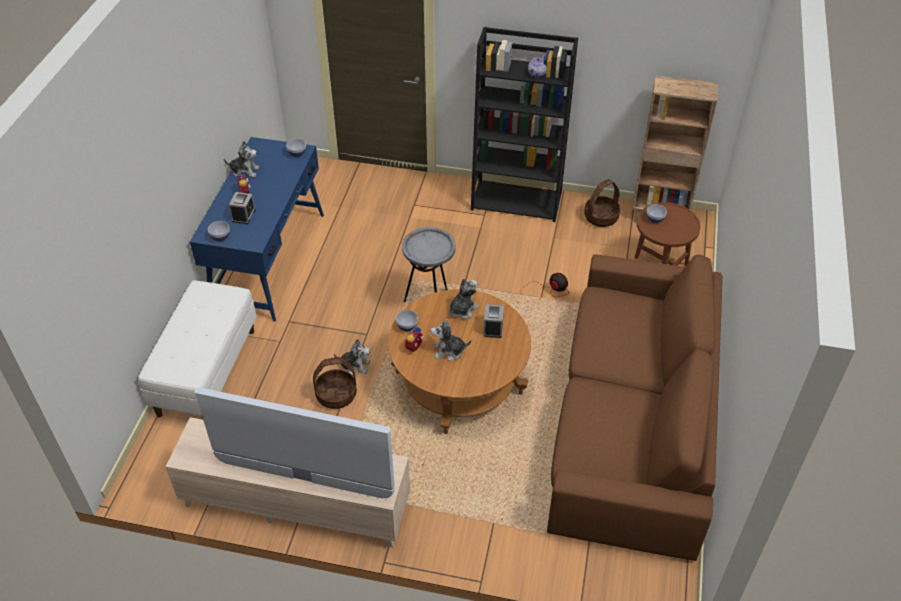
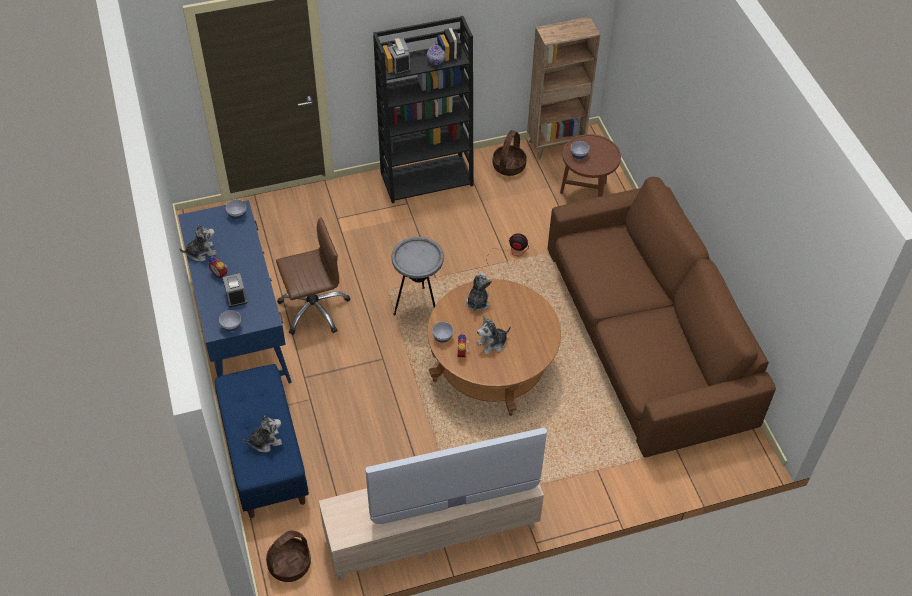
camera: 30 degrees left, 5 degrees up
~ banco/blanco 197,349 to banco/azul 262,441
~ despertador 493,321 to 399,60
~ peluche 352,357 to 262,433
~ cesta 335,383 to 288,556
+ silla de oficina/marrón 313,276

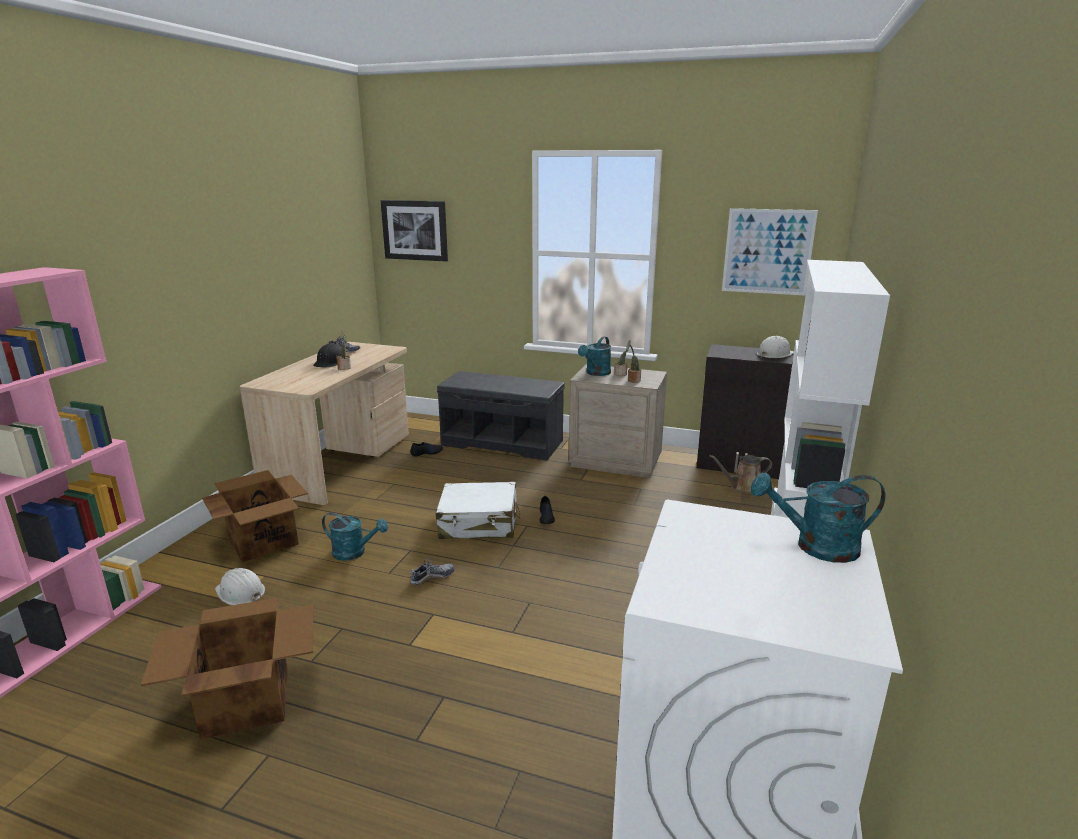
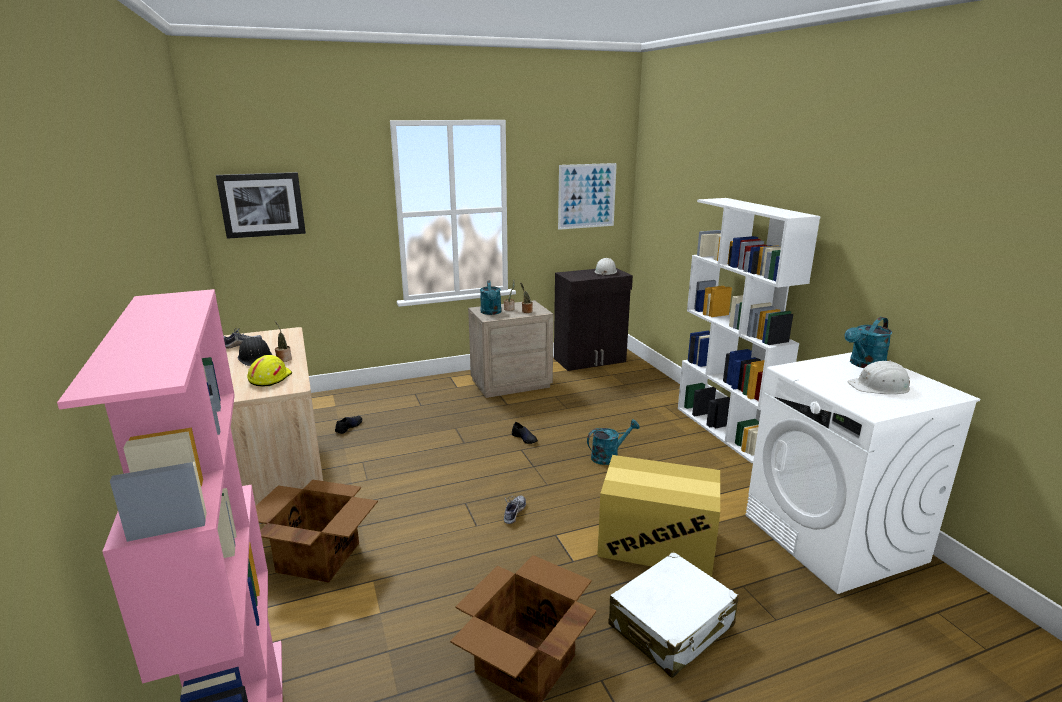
camera: 40 degrees left, 0 degrees up
- banco/gris 501,415
- regadera/marrón 740,474
~ maleta/blanco 478,510 to 673,615
~ regadera/turquesa 355,536 to 613,442
~ casco/blanco 240,586 to 879,377
+ casco/amarillo 269,370
+ caja de cartón 658,516

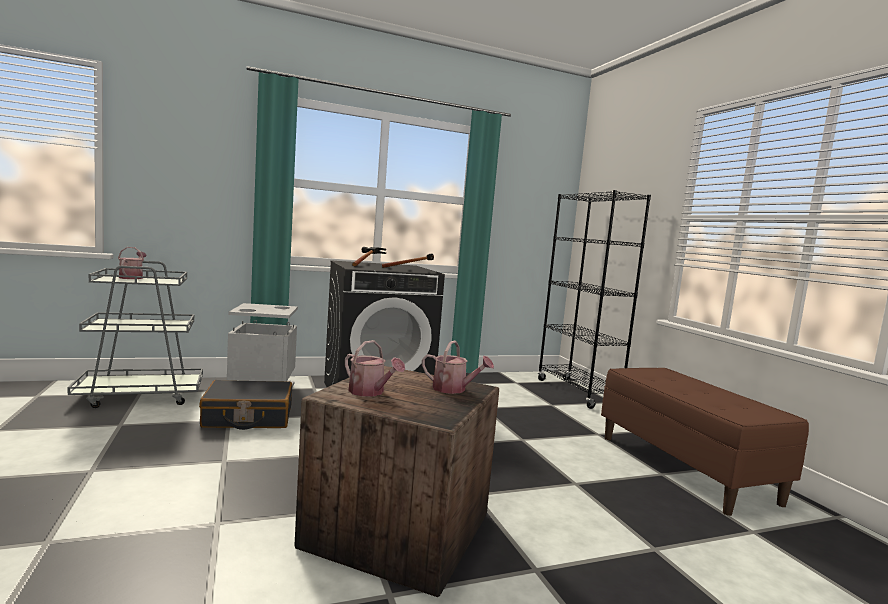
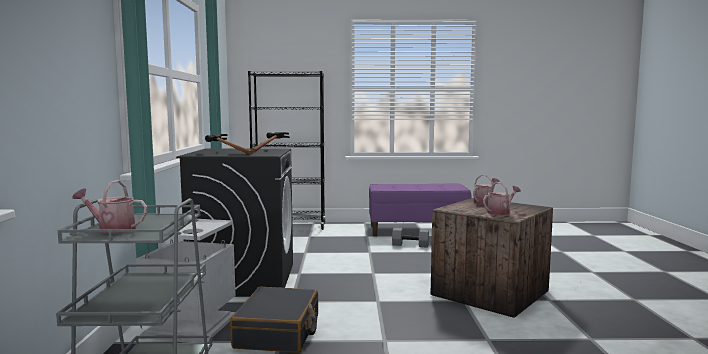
camera: 70 degrees left, 0 degrees up
~ banco/marrón 705,442 to banco/morado 420,210
+ mancuerna/gris 410,238

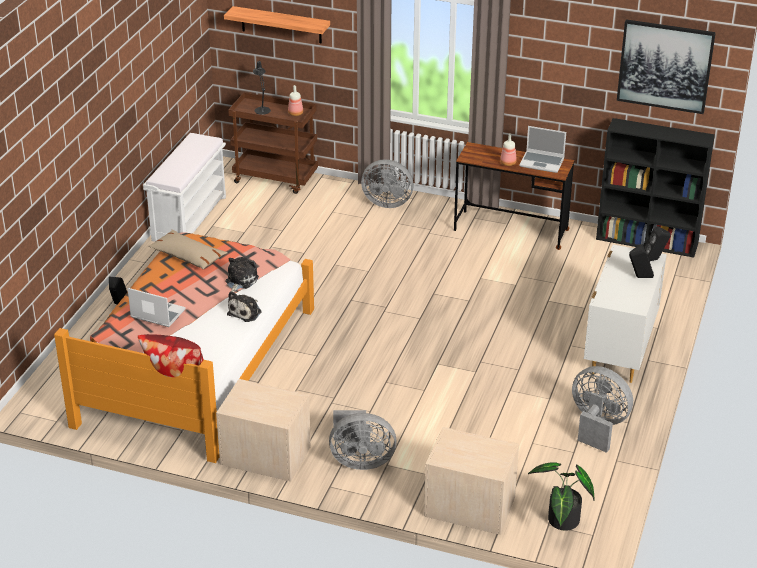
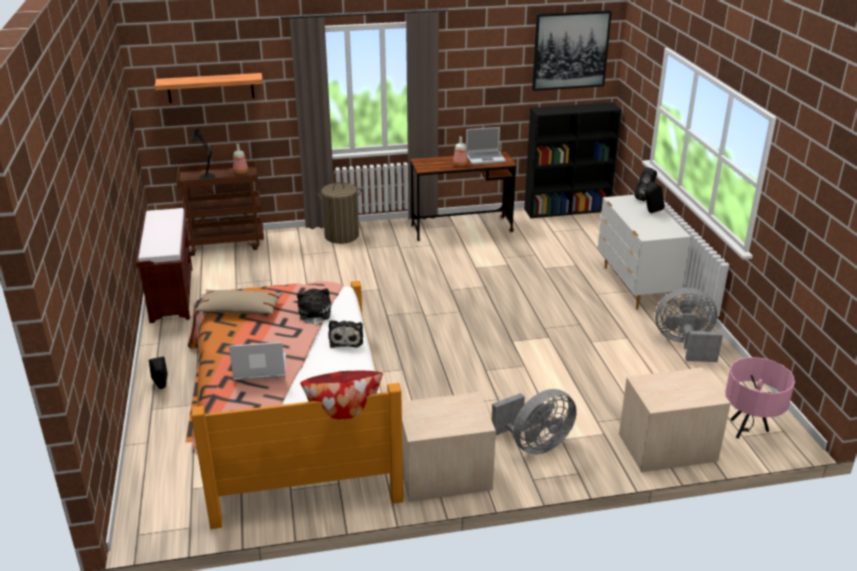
camera: 30 degrees left, 5 degrees down
~ banco/blanco 184,187 to banco/marrón 164,265
~ ventilador/gris 387,183 to cesto de la ropa 339,213
~ planta en maceta 561,496 to lámpara de mesa/rosa 760,398

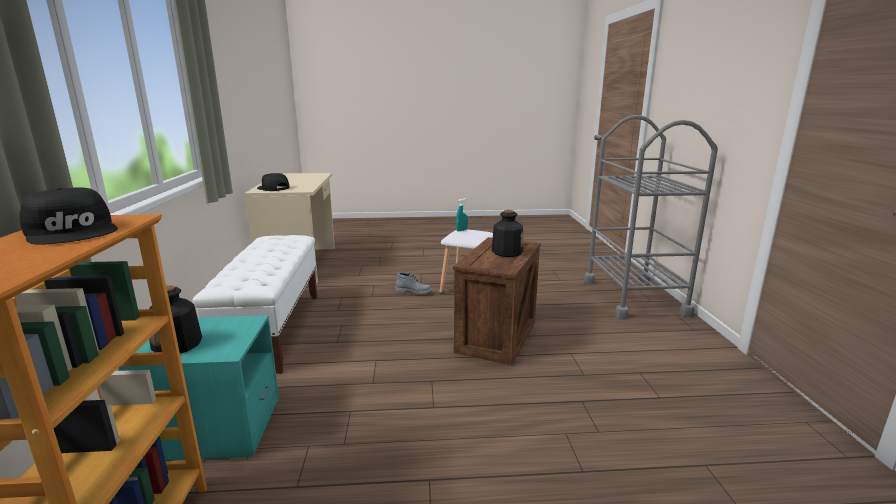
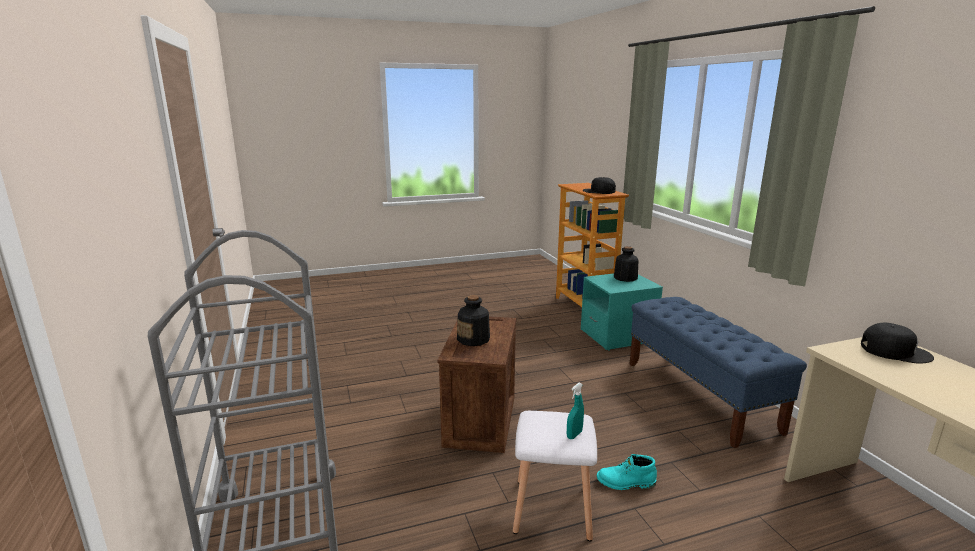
camera: 165 degrees right, 0 degrees up
~ banco/blanco 254,304 to banco/azul 718,372
~ bota/gris 414,283 to bota/turquesa 627,472

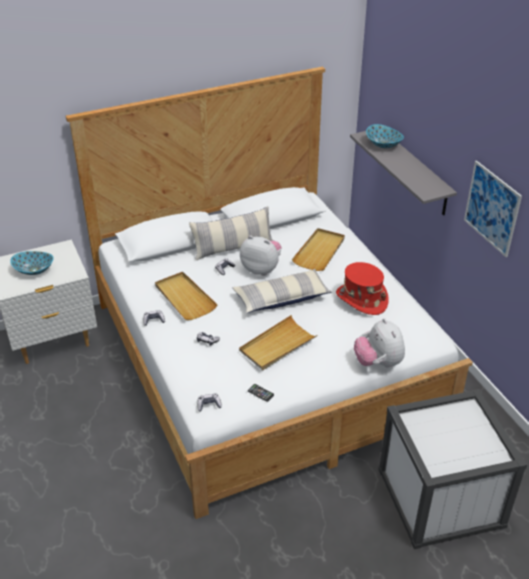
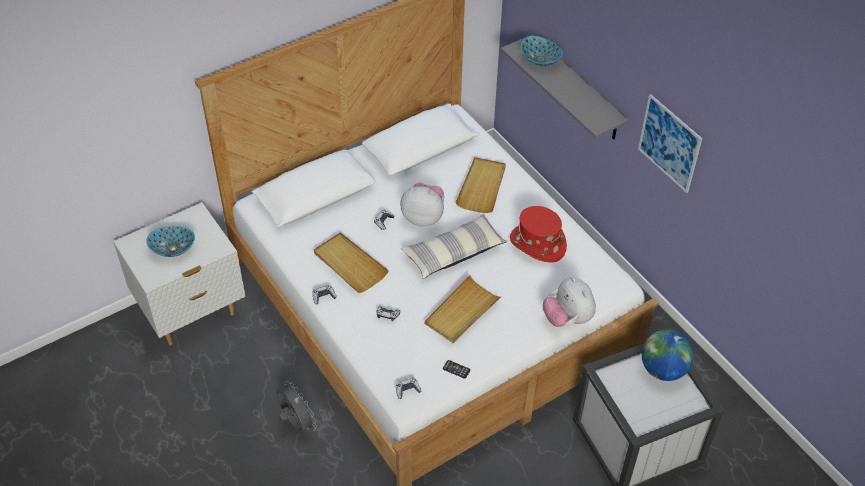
camera: 10 degrees left, 10 degrees up
- cojín 231,233
+ globo terráqueo 668,355
+ ventilador/gris 296,407

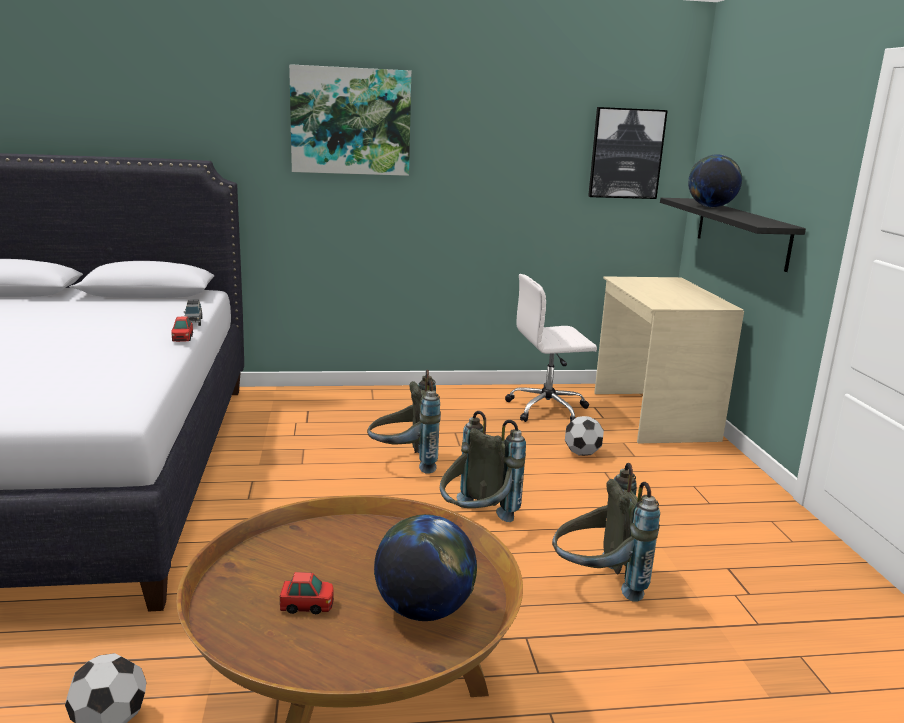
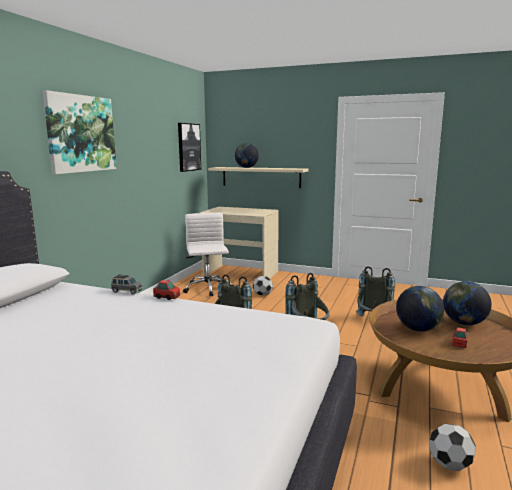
camera: 60 degrees left, 5 degrees down
~ estante/negro 733,235 to estante/beis 258,177
~ silla de oficina/blanco 551,348 = 208,254 150 degrees clockwise
+ globo terráqueo 420,308

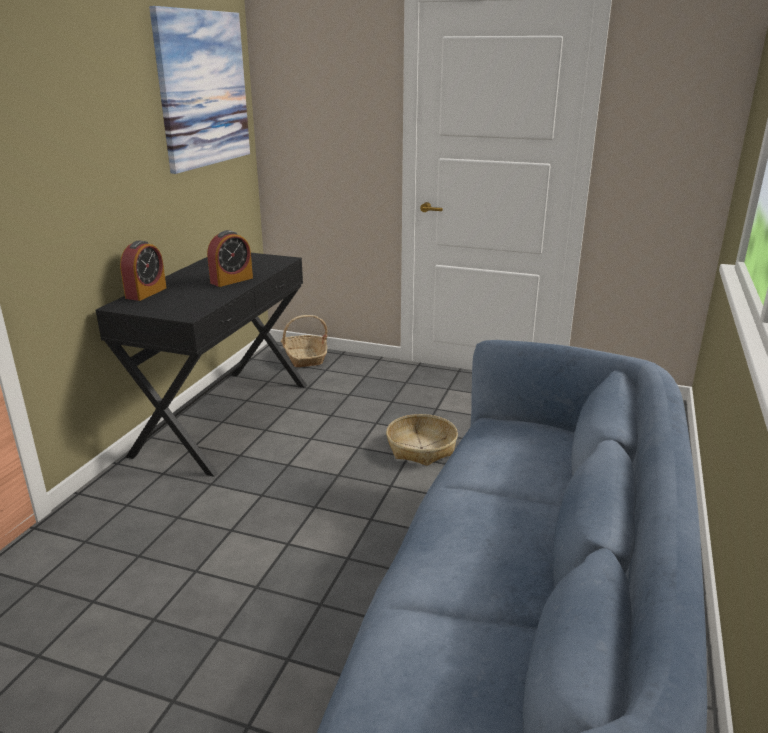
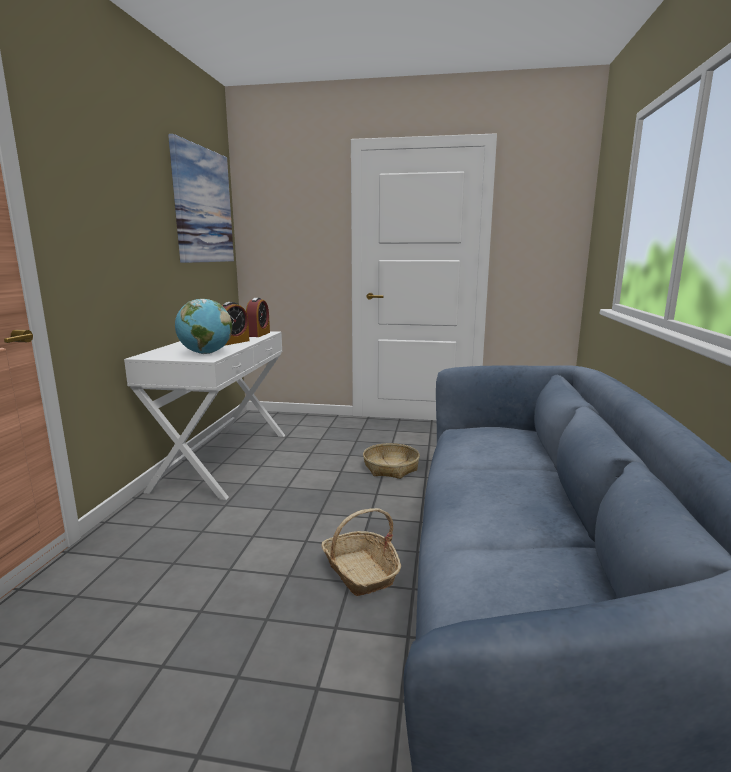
camera: 10 degrees left, 10 degrees down
~ despertador 143,270 to 258,317
~ mesa consola/negro 201,365 to mesa consola/blanco 204,415
~ cesta 304,341 to 361,552
+ globo terráqueo 203,326

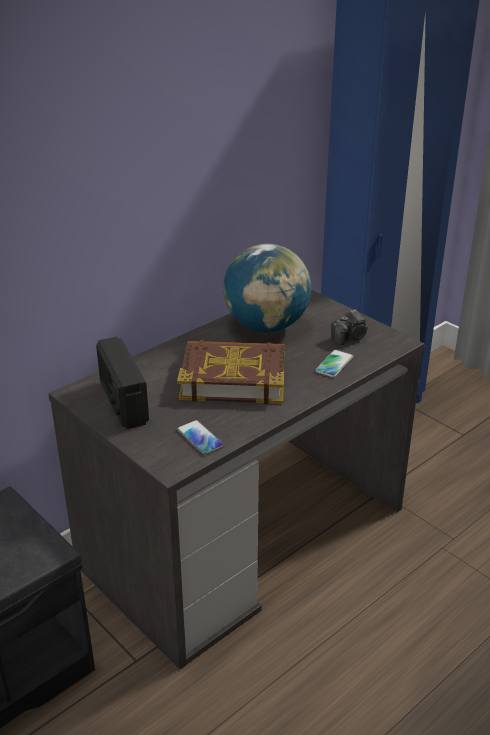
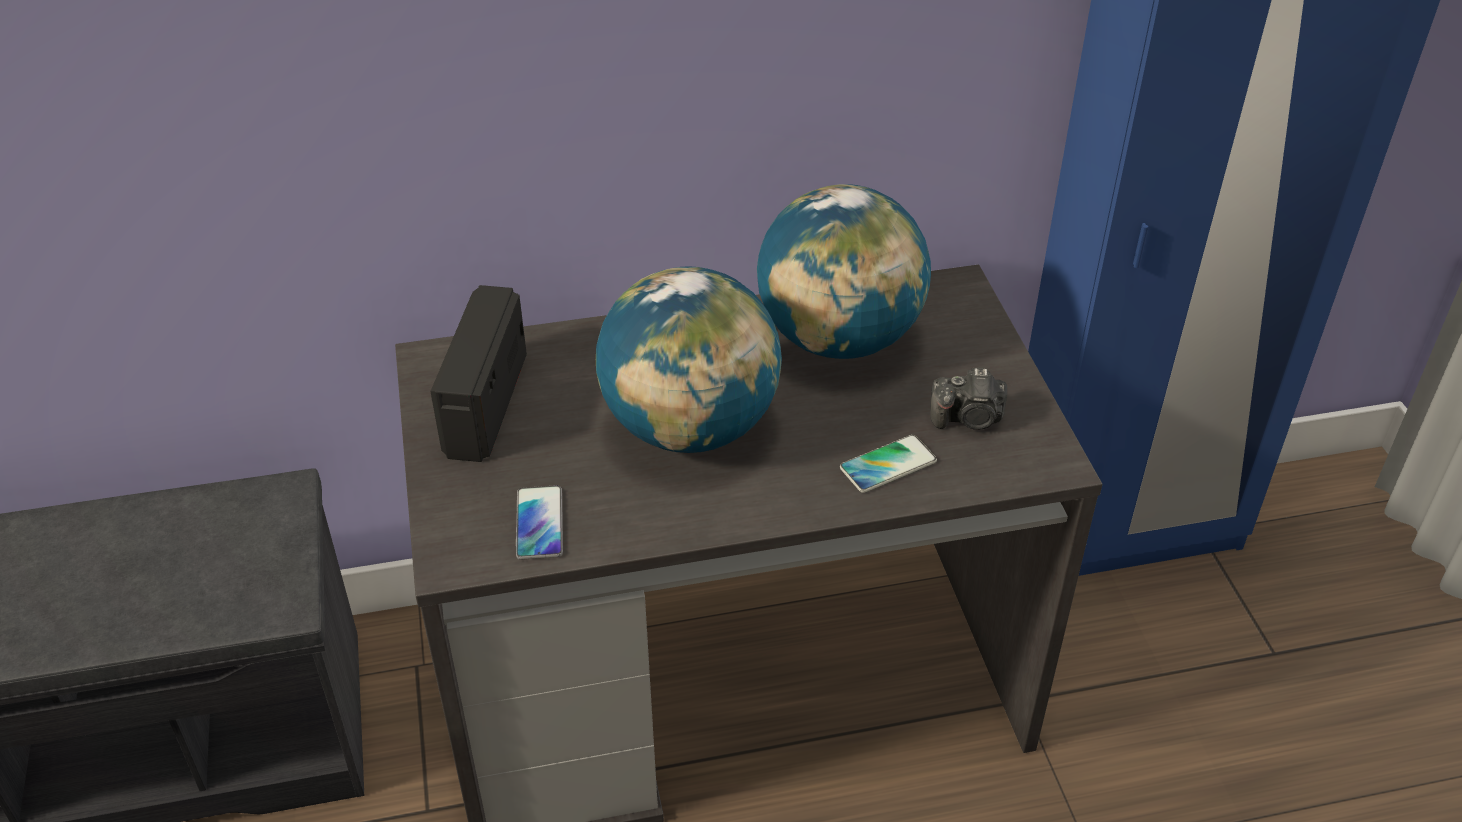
camera: 30 degrees right, 10 degrees up
~ libro 231,372 to globo terráqueo 689,359

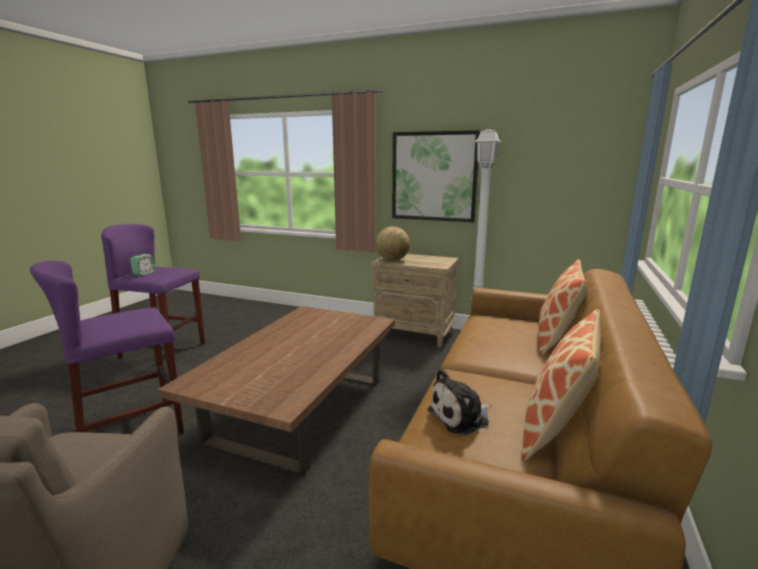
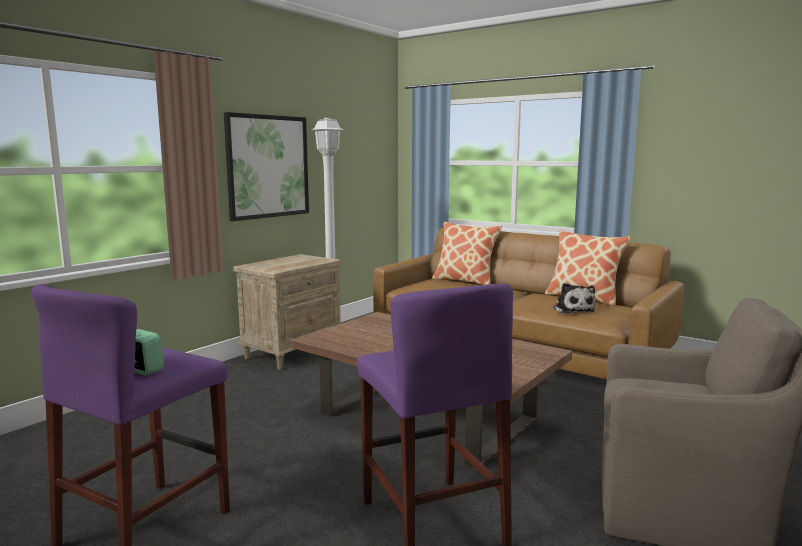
camera: 75 degrees left, 5 degrees down
- globo terráqueo 392,243

